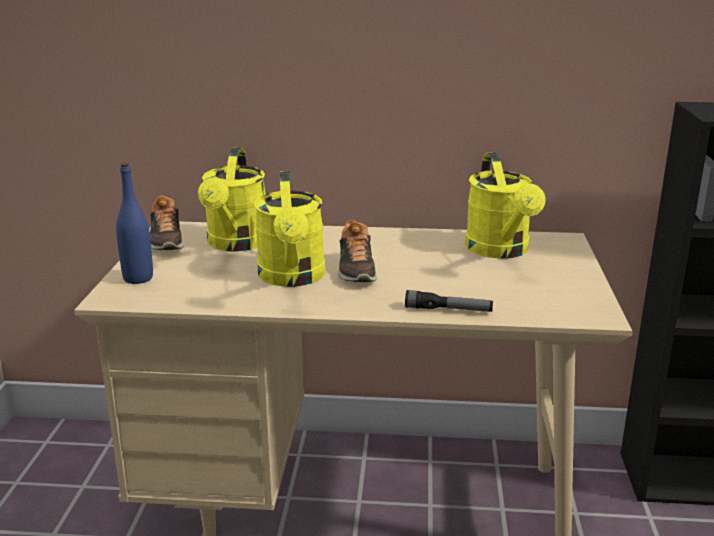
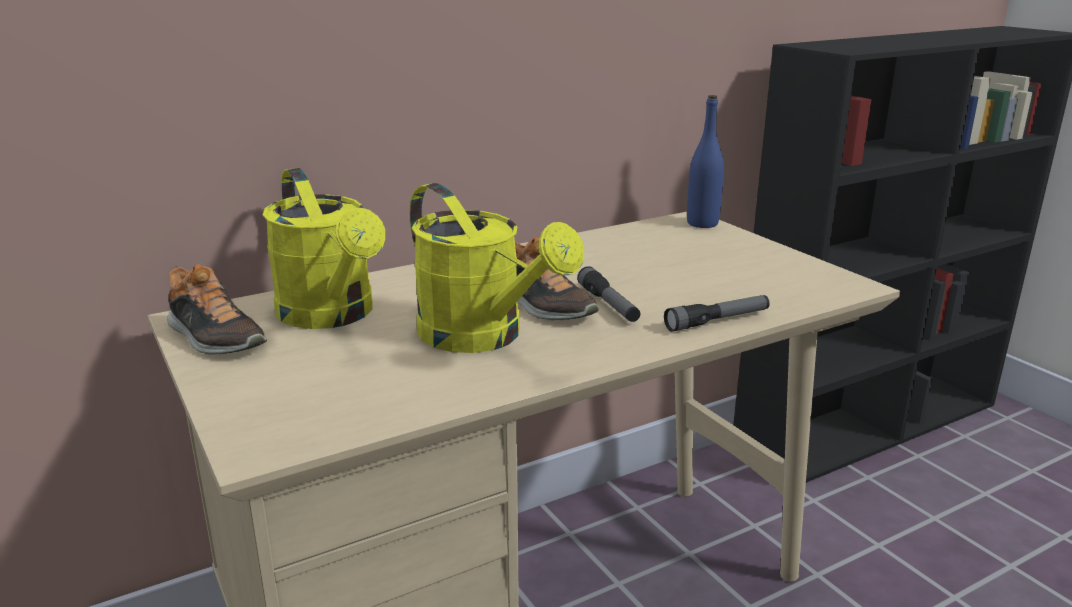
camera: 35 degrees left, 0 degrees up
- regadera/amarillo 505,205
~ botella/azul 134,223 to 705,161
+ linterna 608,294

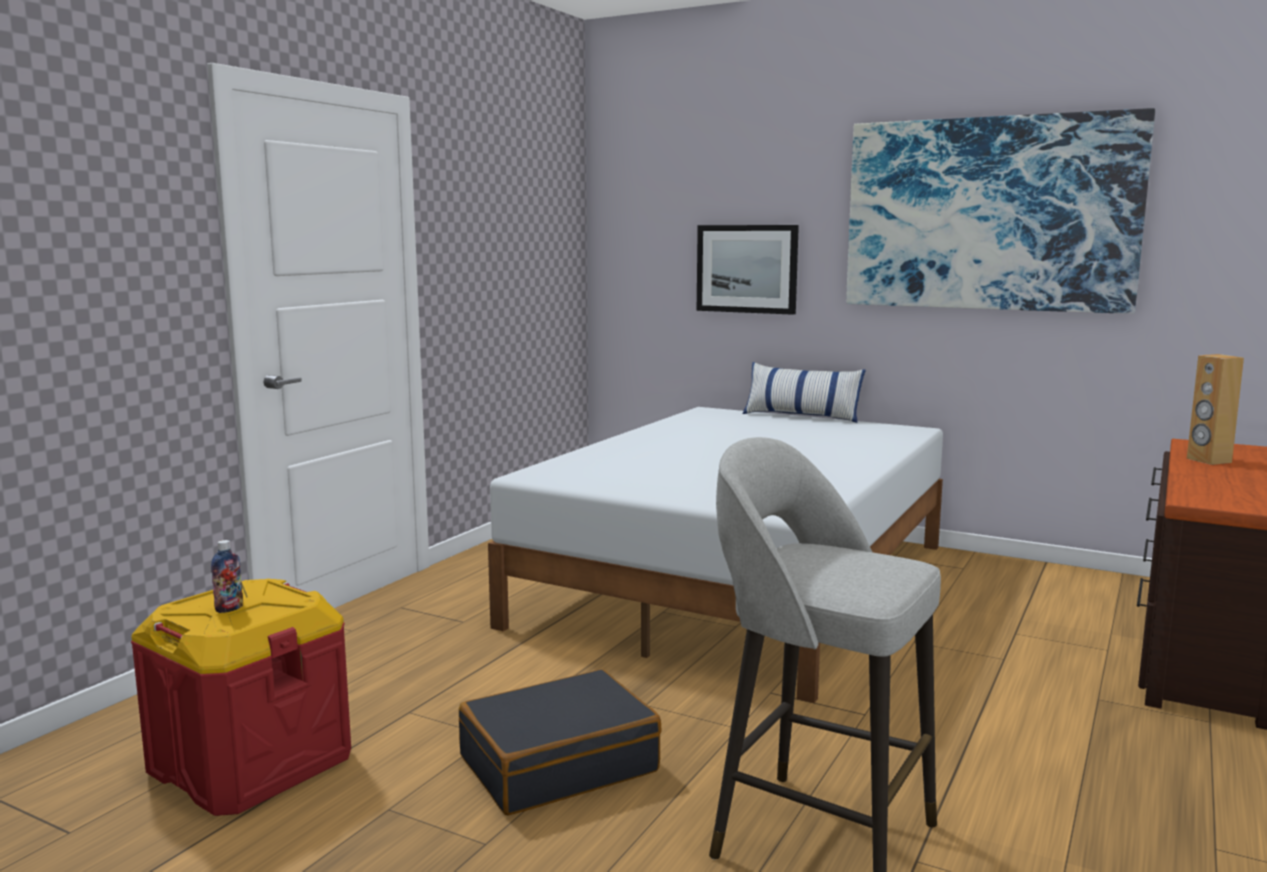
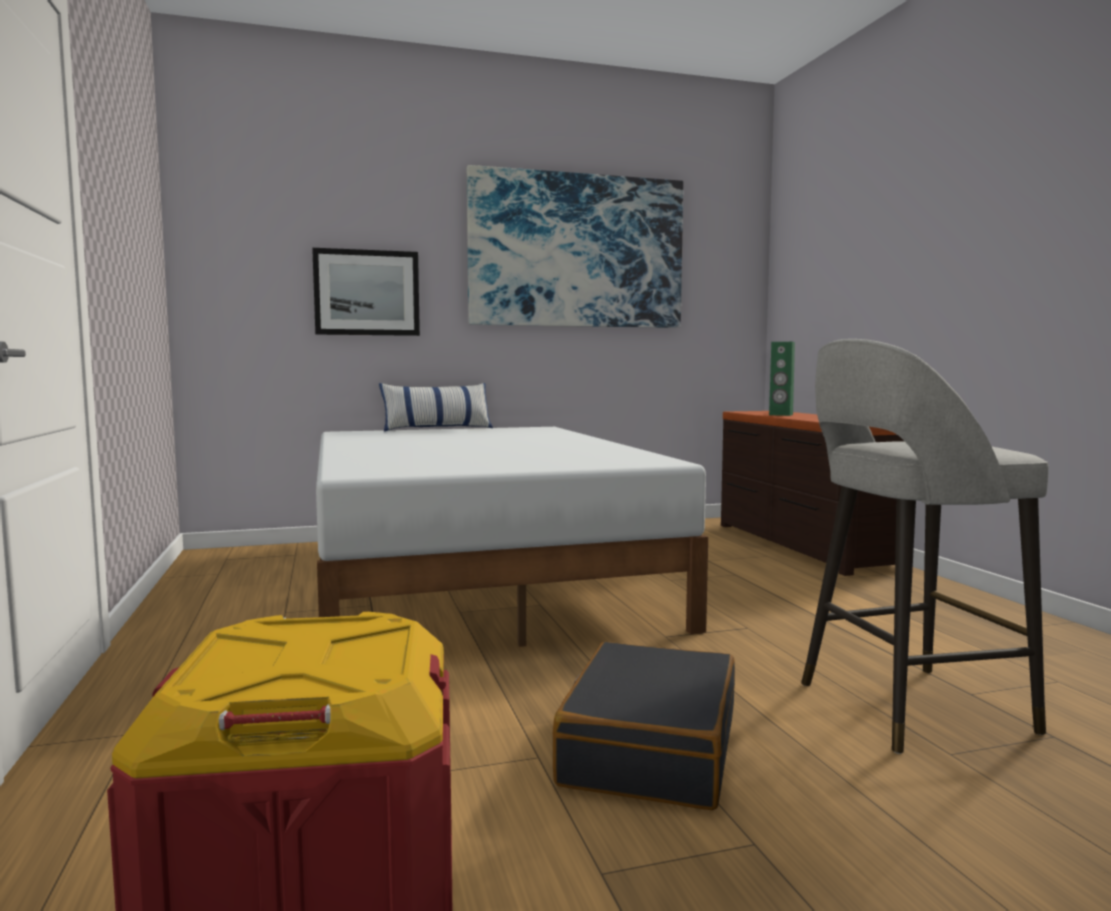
camera: 45 degrees left, 5 degrees down
~ altavoz/marrón 1215,409 to altavoz/verde 782,379
- botella 227,576

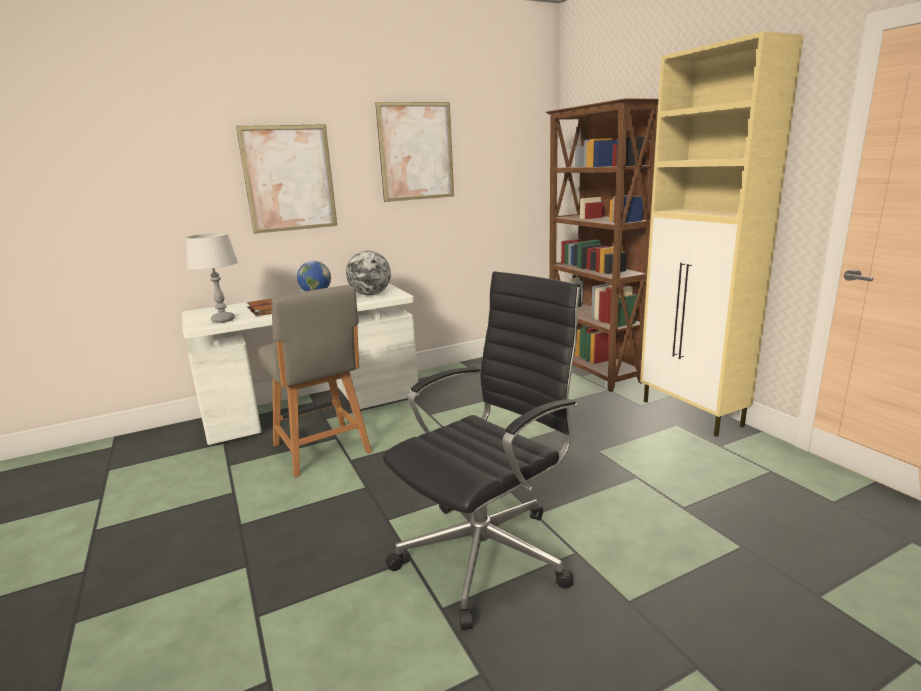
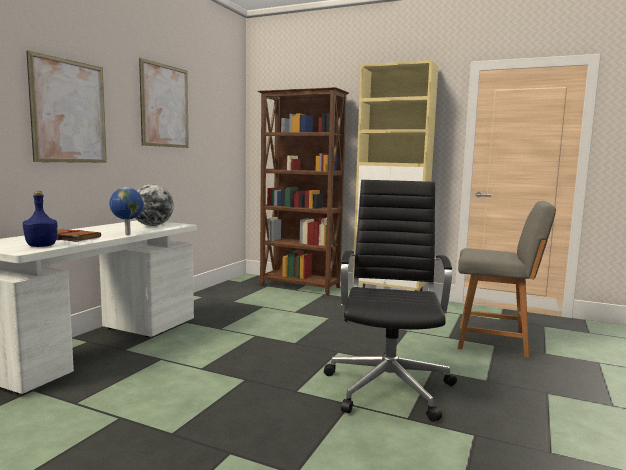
camera: 40 degrees left, 10 degrees down
~ lámpara de mesa/gris 212,278 to botella/azul 40,219
~ silla/gris 315,381 to 507,279

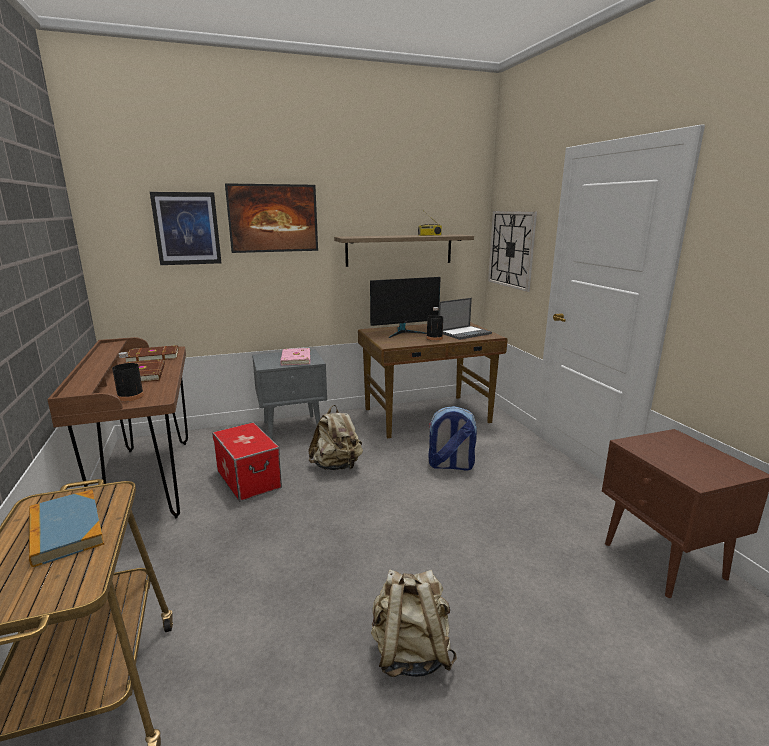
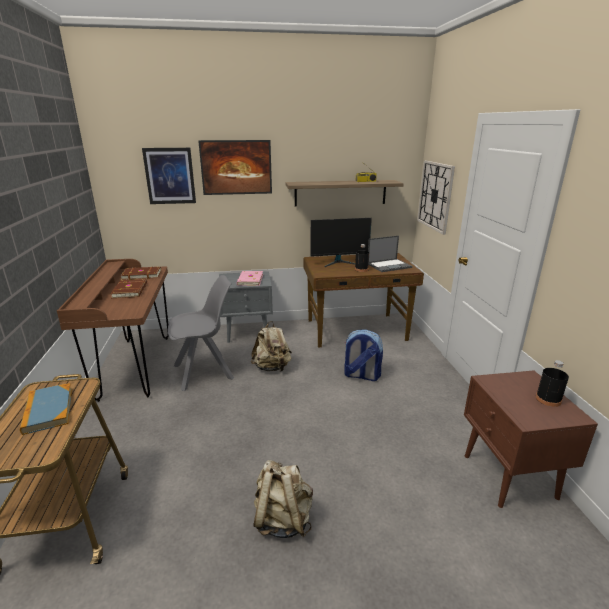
camera: 10 degrees right, 5 degrees up
~ botella/negro 128,376 to 552,383
~ caja de almacenaje 247,461 to silla/gris 201,333

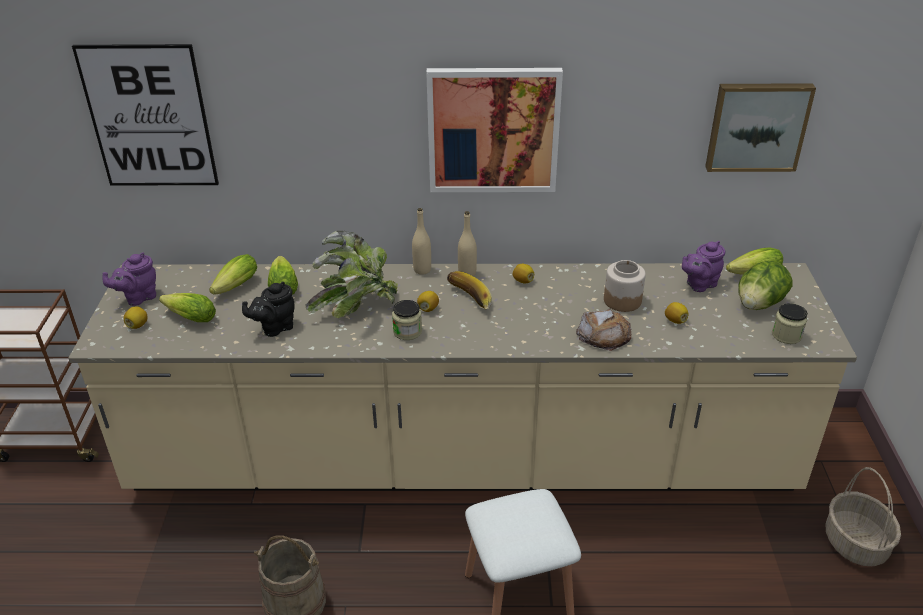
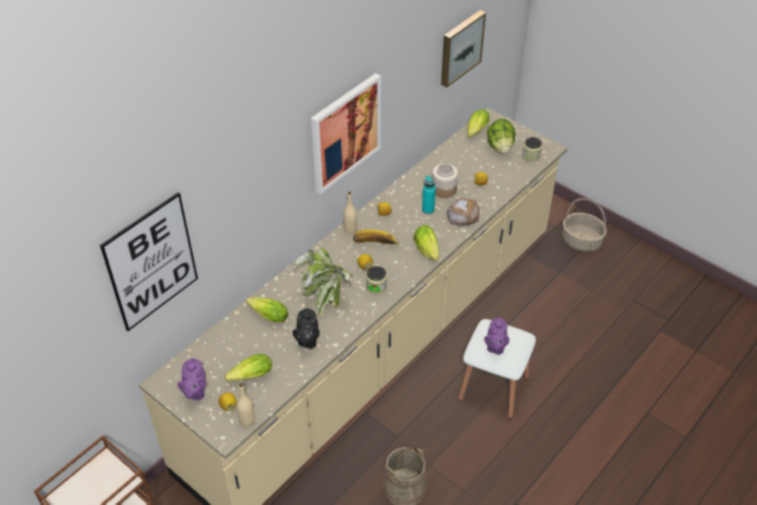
camera: 50 degrees left, 10 degrees up
~ botella/beis 421,241 to 245,405
~ tetera/morado 703,266 to 496,336
~ lechuga 233,274 to 426,243
+ botella/turquesa 429,195

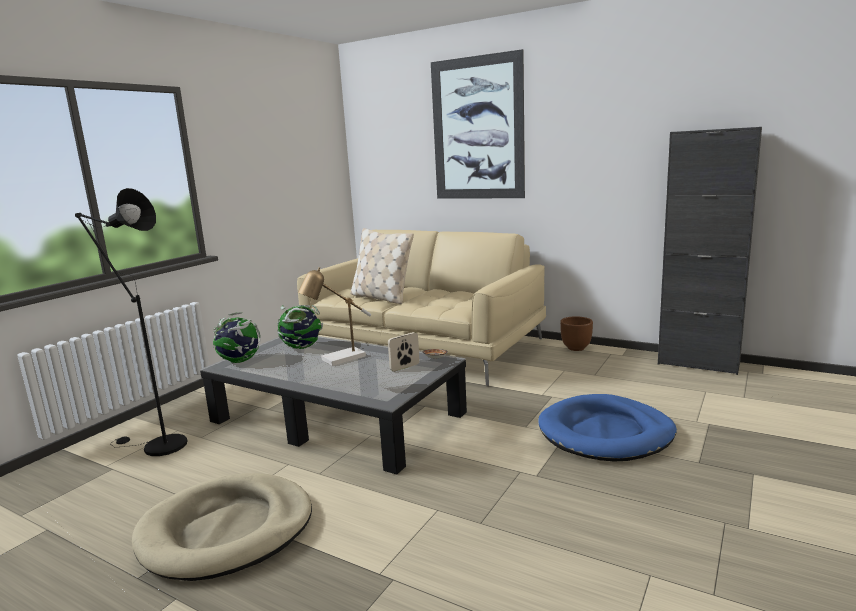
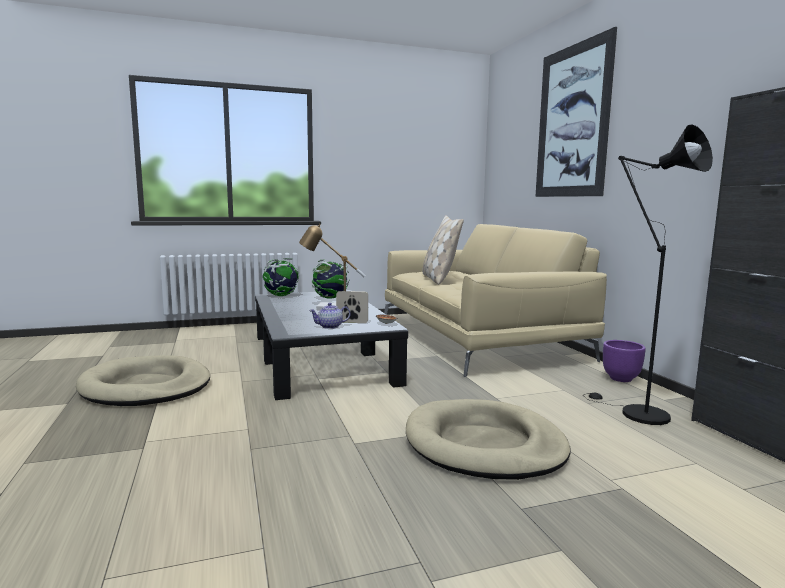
camera: 40 degrees right, 5 degrees down
~ lámpara de pie/negro 131,322 to 648,274
~ maceta/marrón 576,333 to maceta/morado 624,361
~ cama para perro/azul 607,427 to cama para perro/beis 488,439
+ tetera 329,316

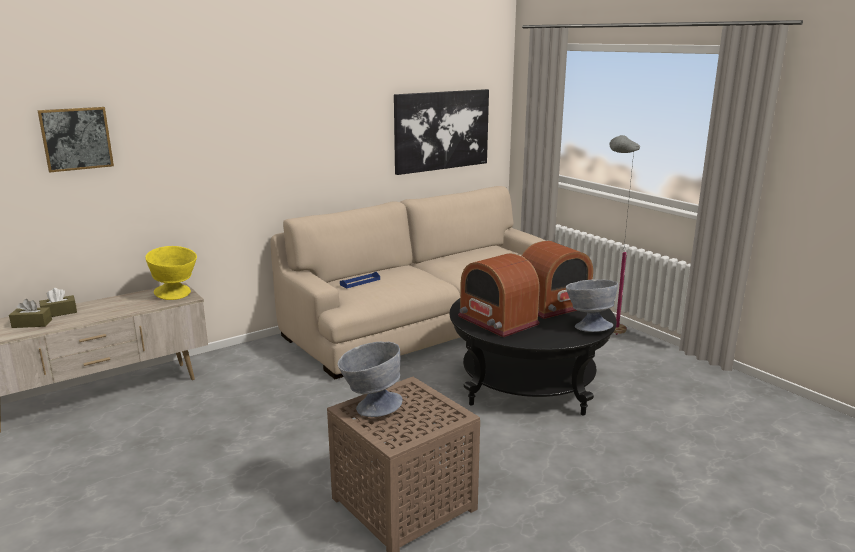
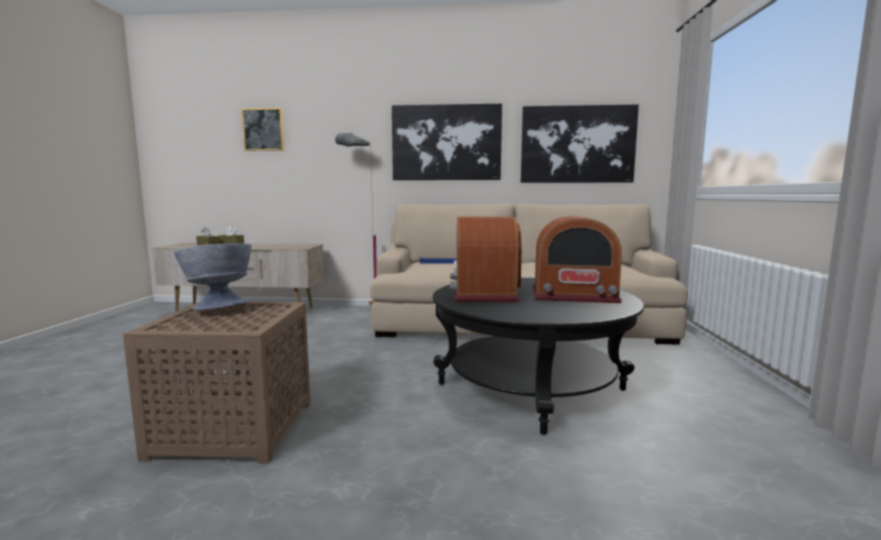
camera: 40 degrees right, 10 degrees down
~ lámpara de pie/gris 625,235 to 355,219
- cuenco/amarillo 171,273
- cuenco/gris 592,305
+ cuadro 447,142

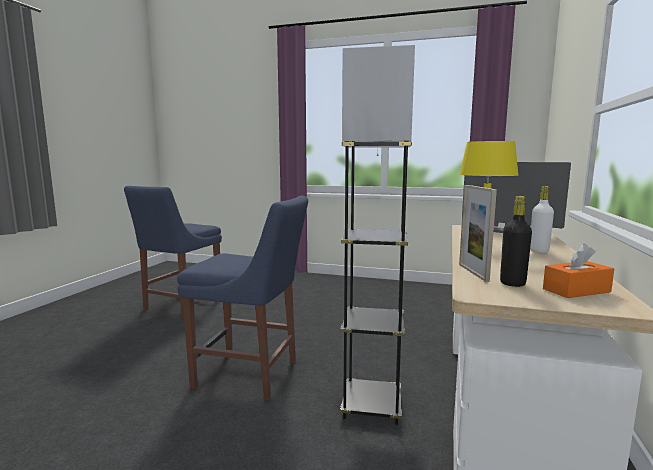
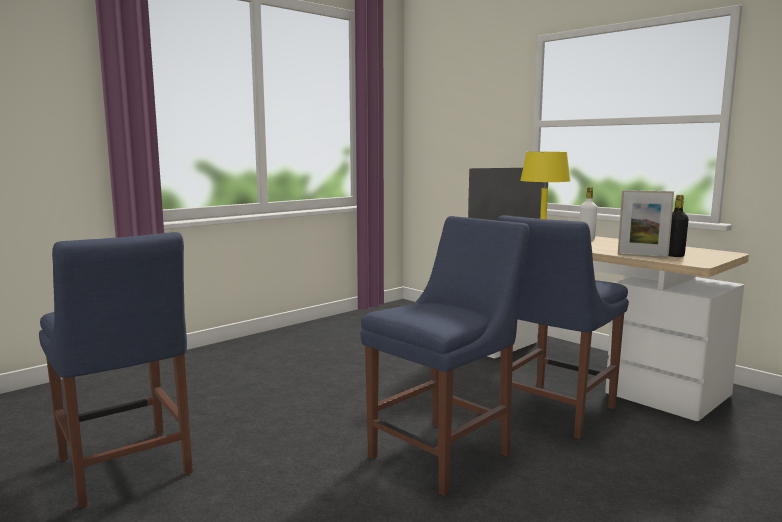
camera: 60 degrees left, 0 degrees up
~ lámpara de pie/gris 377,235 to silla/azul 563,327
- caja de pañuelos/naranja 578,270

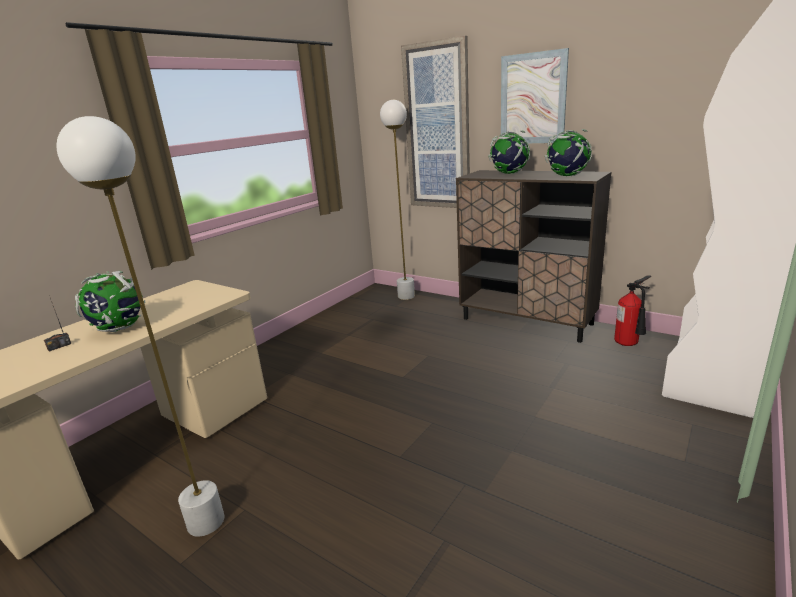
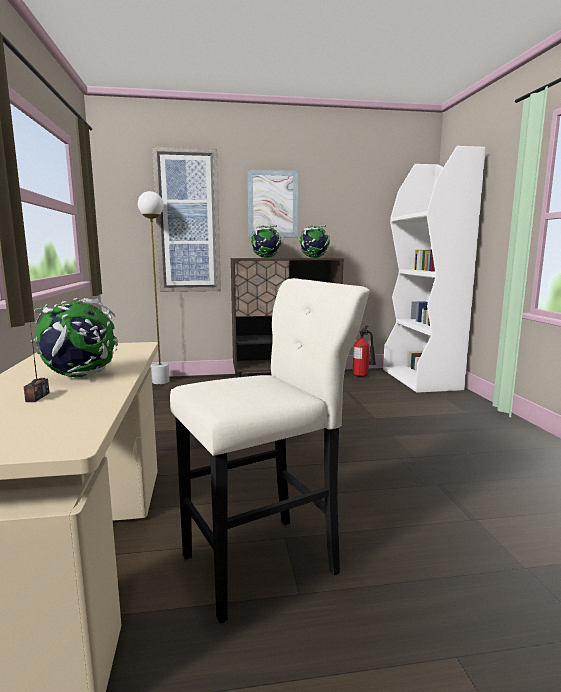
camera: 45 degrees left, 10 degrees down
~ lámpara de pie/blanco 140,326 to taburete/beis 270,450

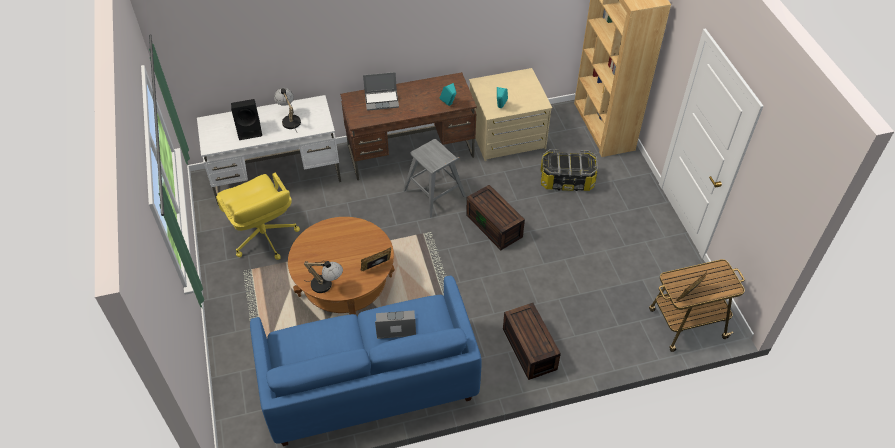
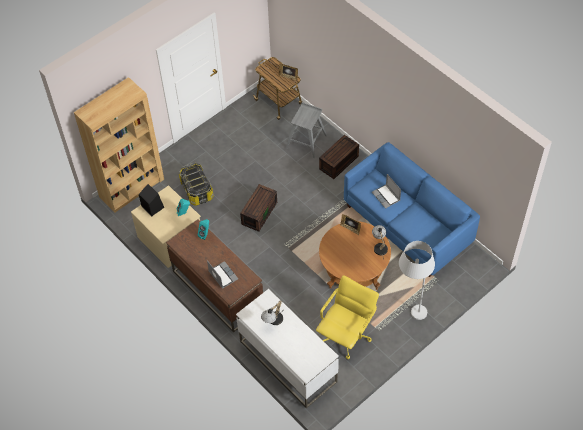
camera: 115 degrees left, 5 degrees up
~ altavoz/negro 246,119 to 151,200
~ taburete/gris 434,178 to 306,130
+ lámpara de pie/blanco 417,280

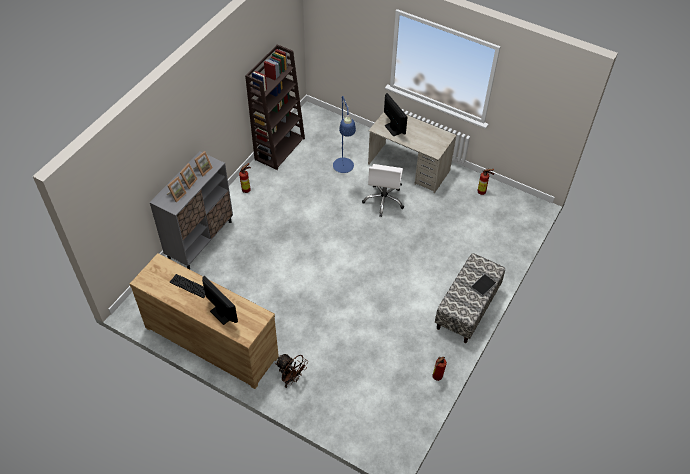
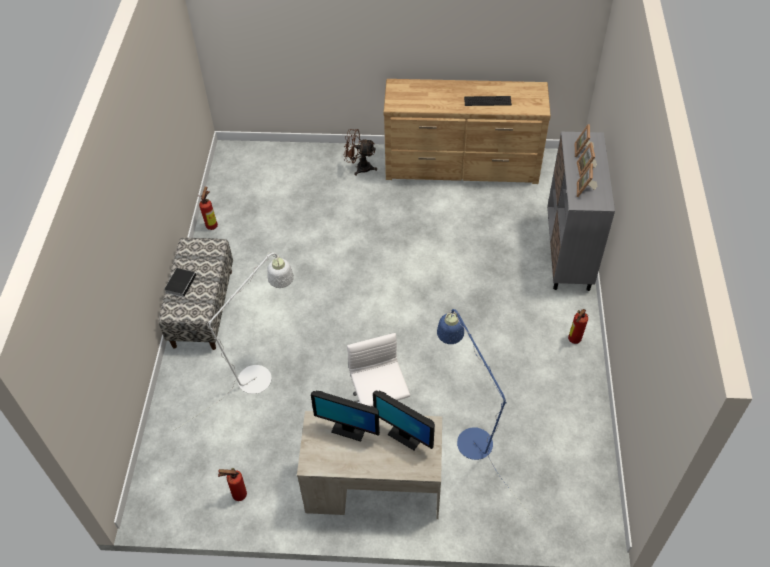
camera: 155 degrees right, 0 degrees up
- estantería/marrón 275,107
~ monitor 220,300 to 345,416
+ lámpara de pie/blanco 233,341

